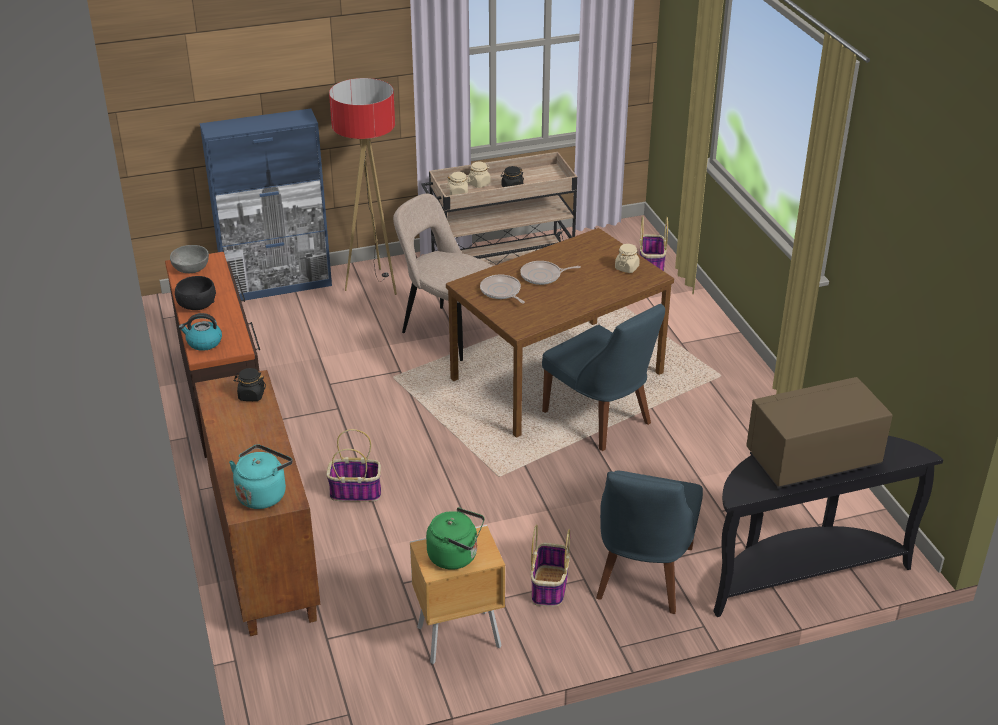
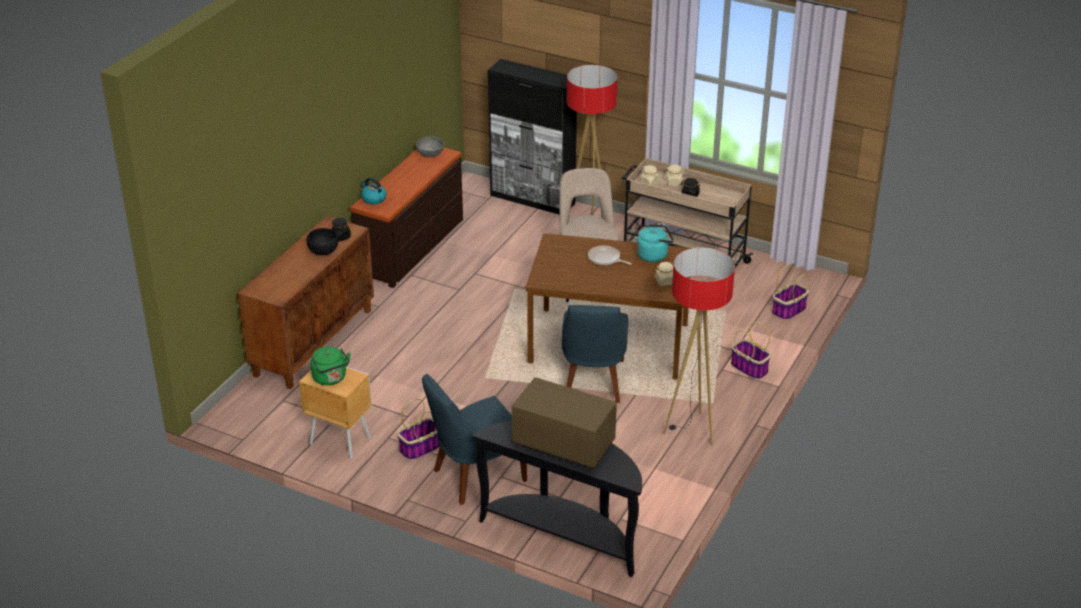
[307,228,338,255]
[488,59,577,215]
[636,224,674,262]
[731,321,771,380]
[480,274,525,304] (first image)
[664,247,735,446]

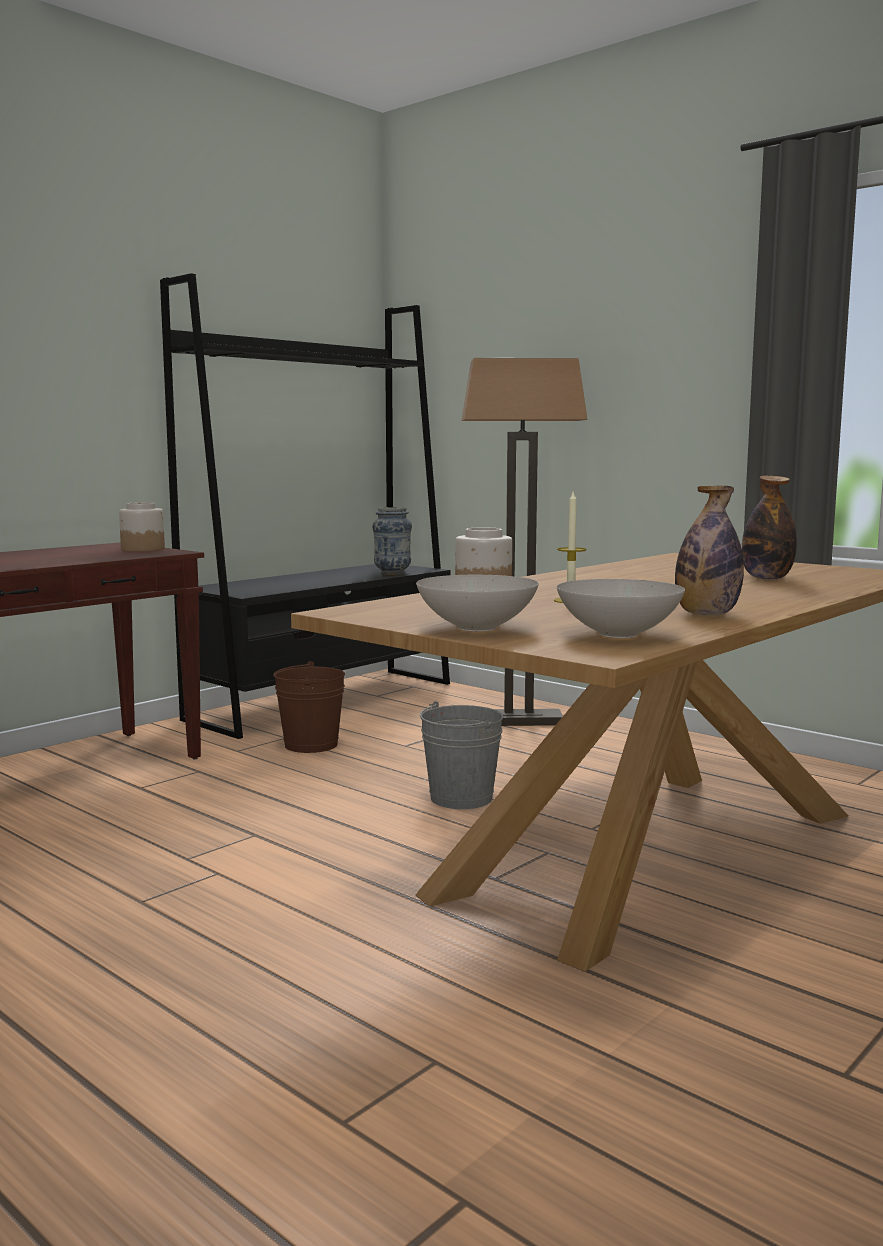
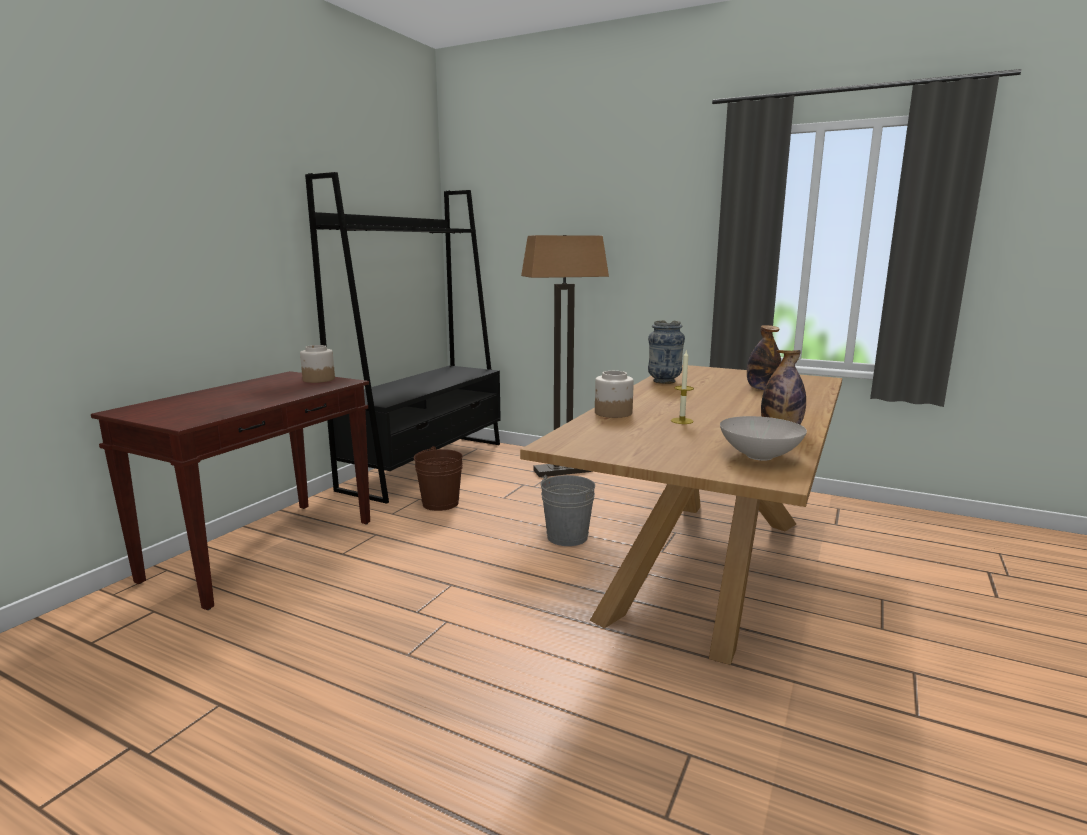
[648,320,685,384]
[416,575,539,631] (first image)

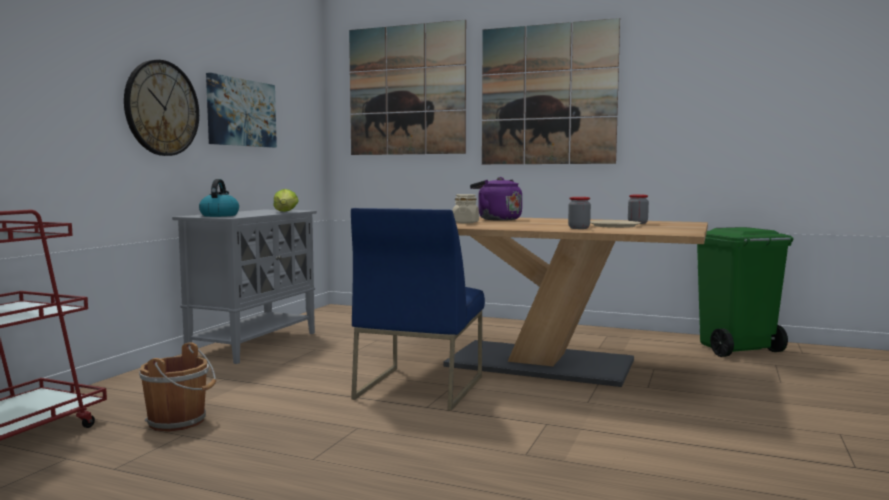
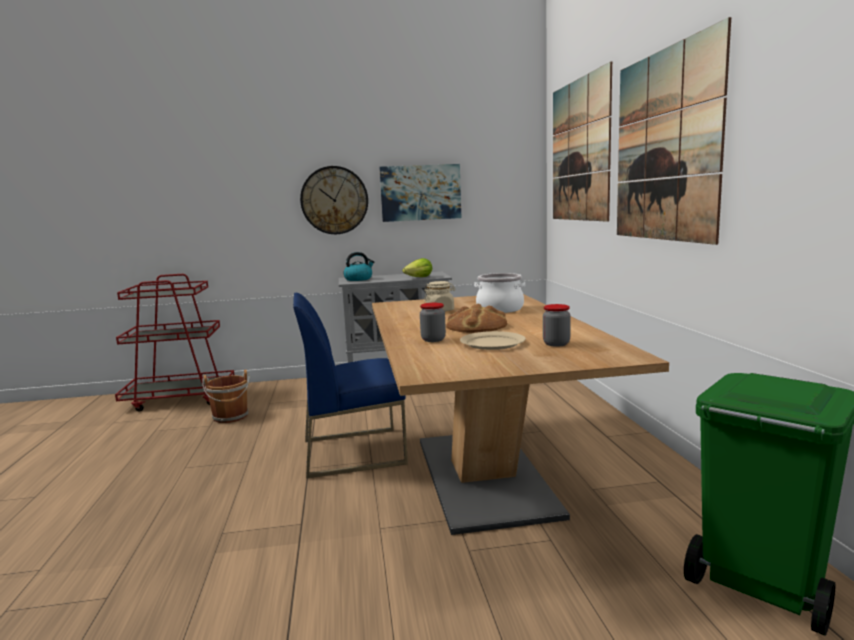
[474,273,526,313]
[446,304,507,333]

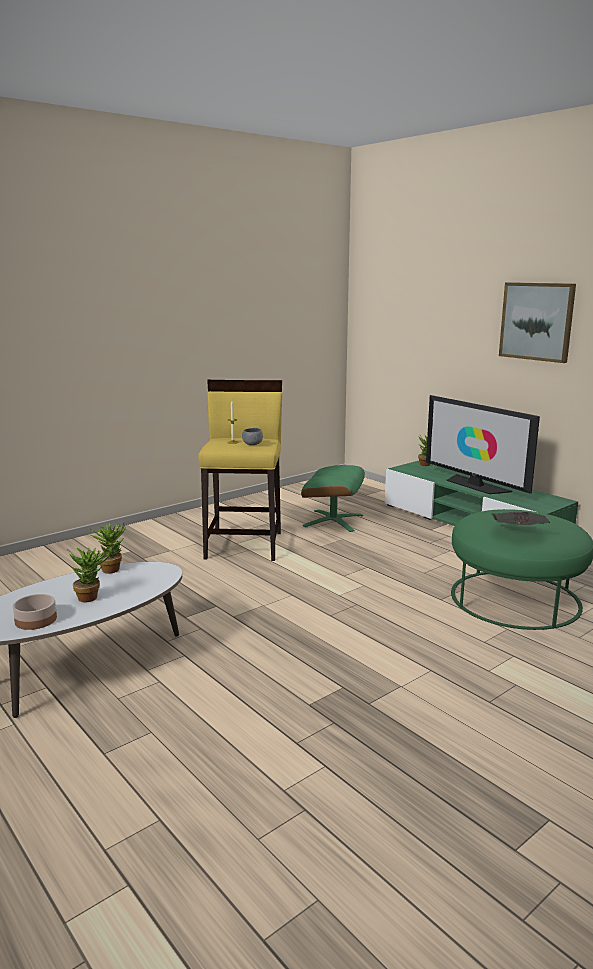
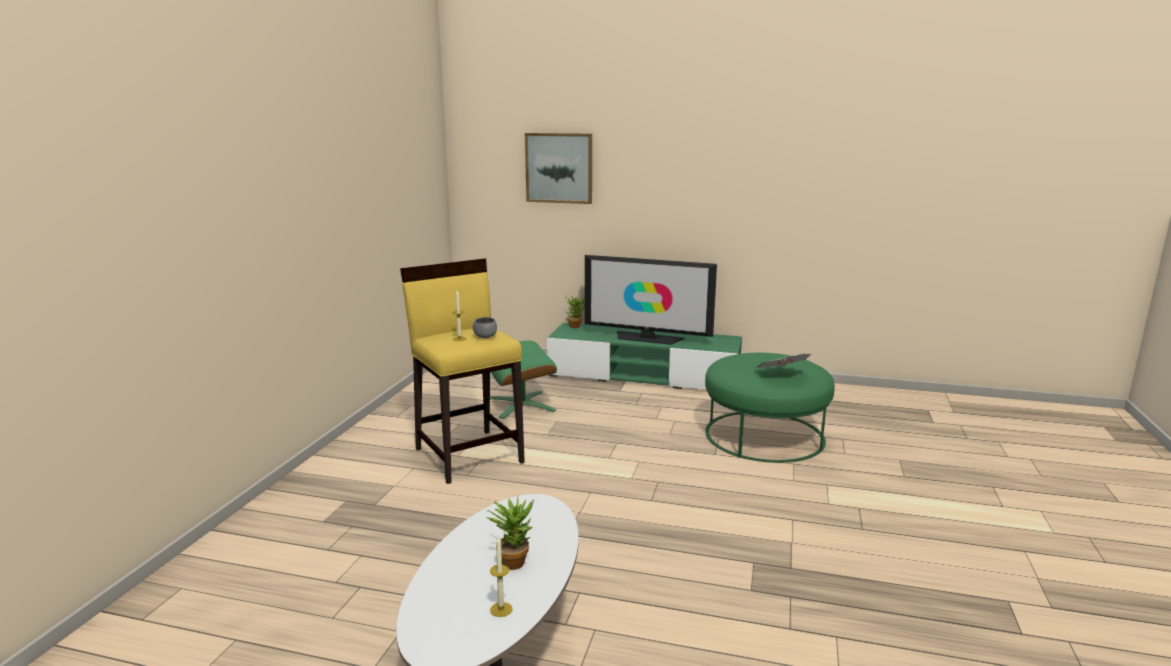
[490,537,512,617]
[88,523,126,574] (first image)
[525,133,592,204]

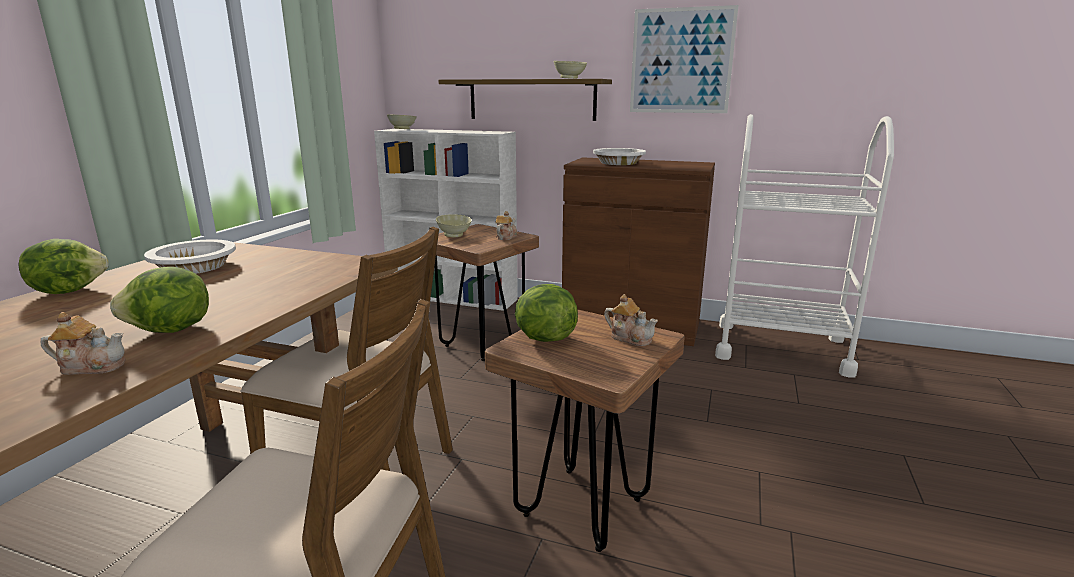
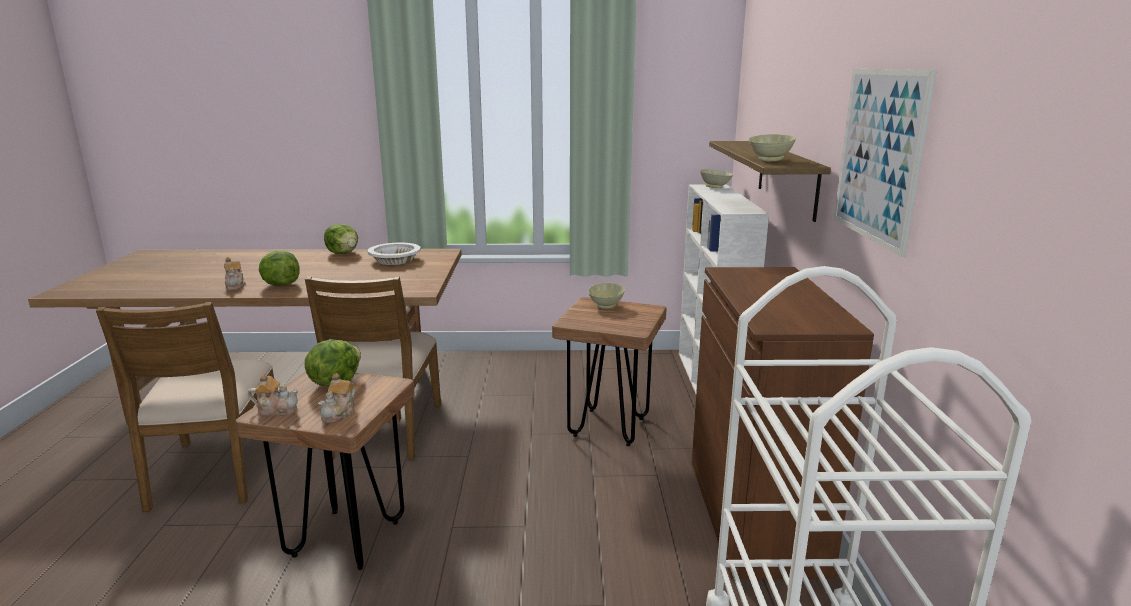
[248,374,298,416]
[593,148,646,165] (first image)

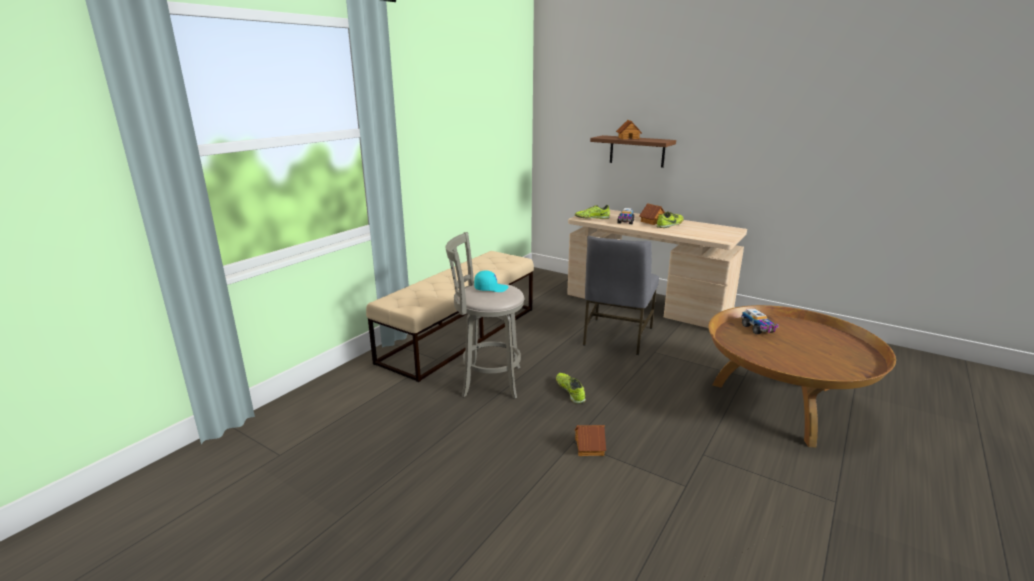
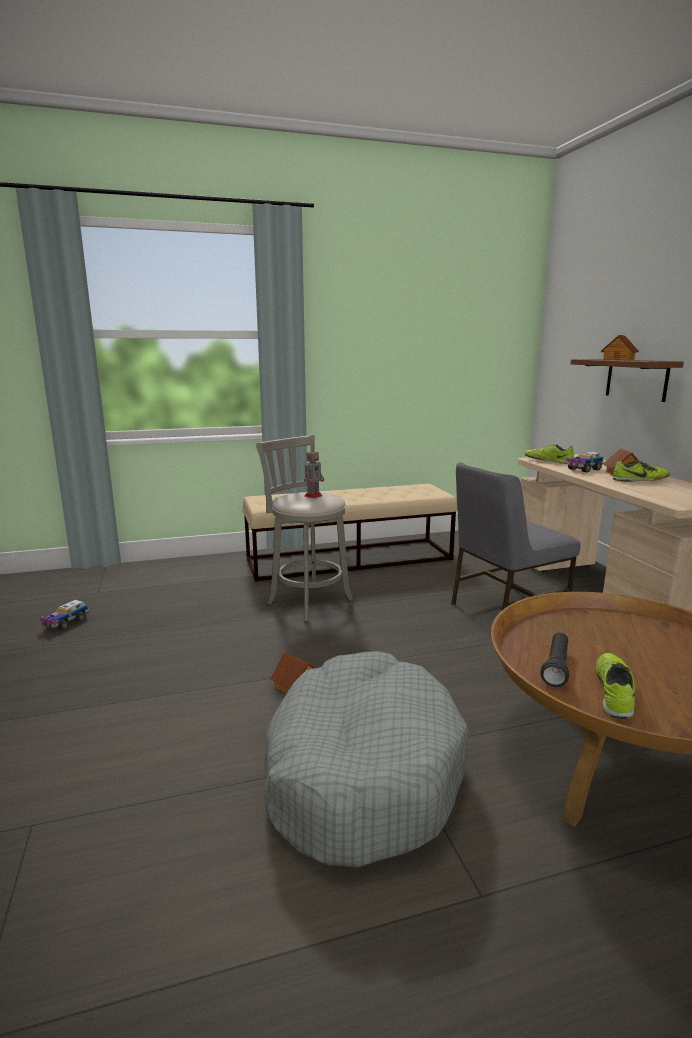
[304,447,324,498]
[596,653,635,719]
[40,600,89,631]
[264,651,469,868]
[540,632,569,687]

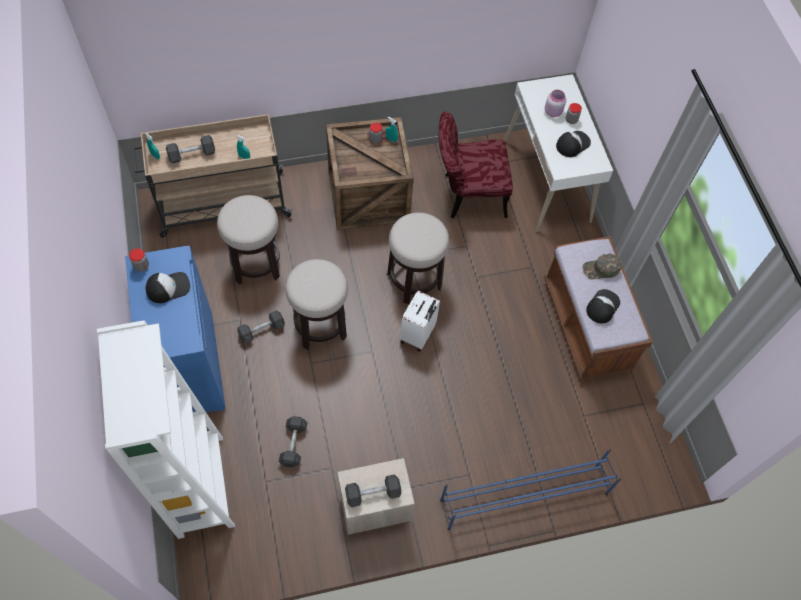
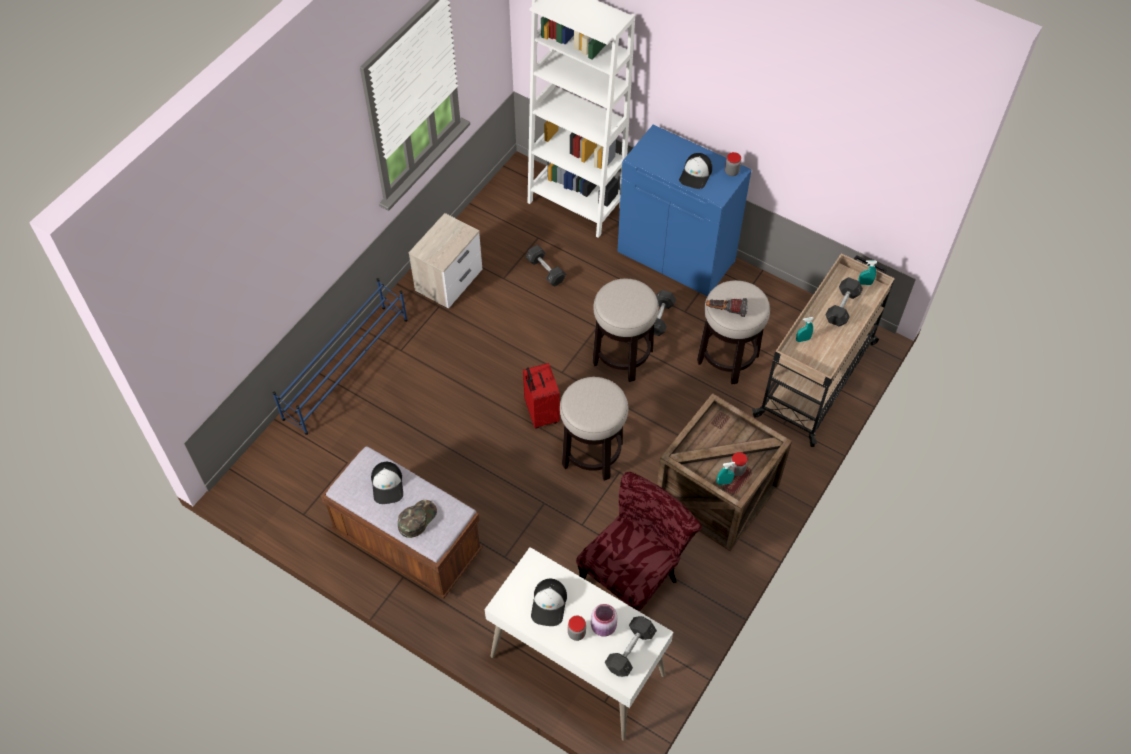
[605,616,657,677]
[523,363,560,429]
[706,298,748,317]

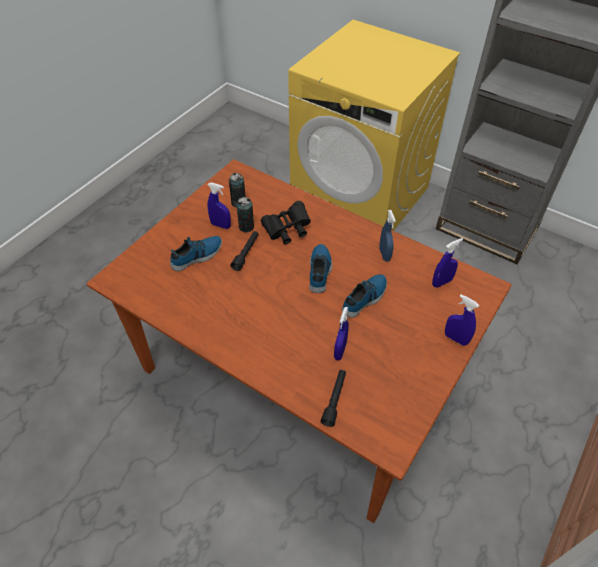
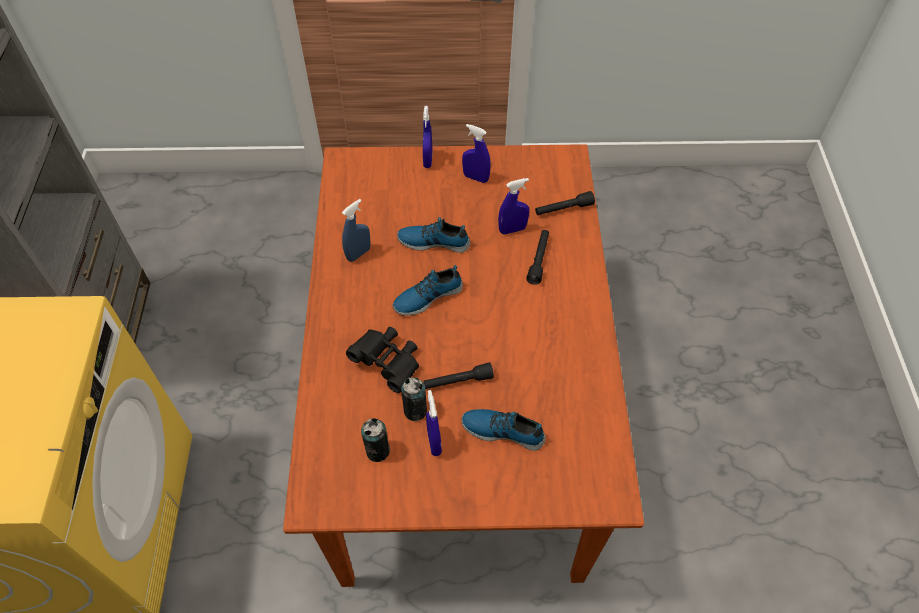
[462,124,491,183]
[526,230,549,285]

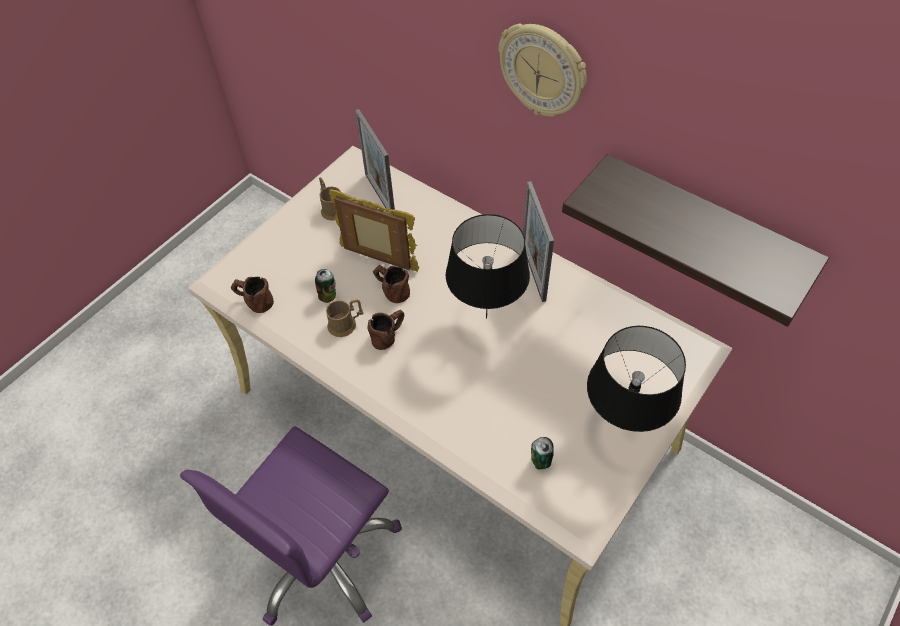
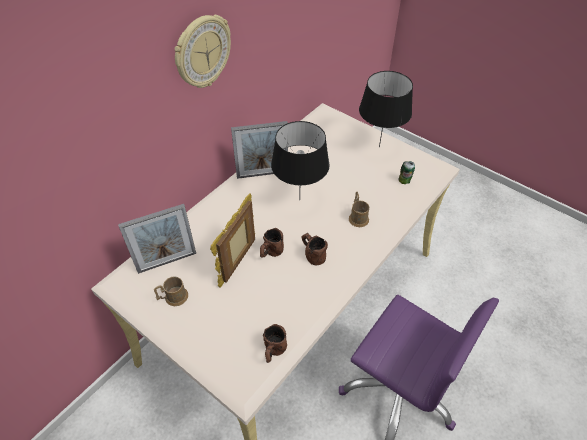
[315,269,336,303] (first image)
[349,192,369,227]
[562,154,829,327] (first image)

